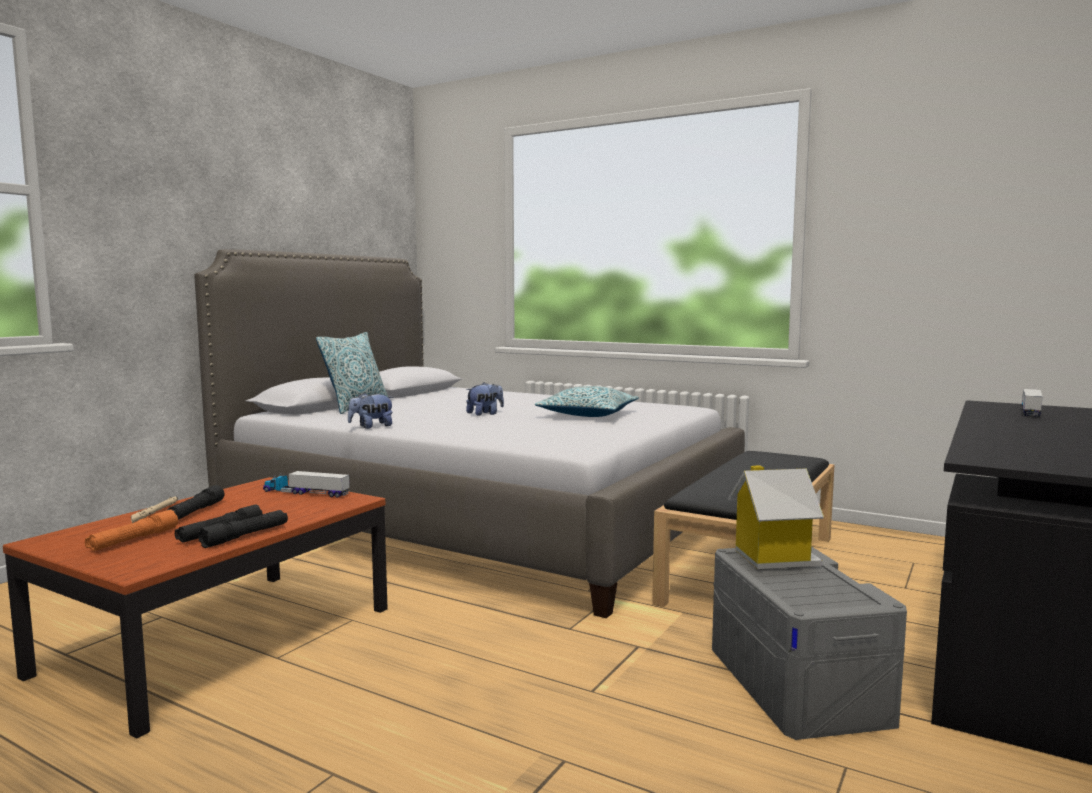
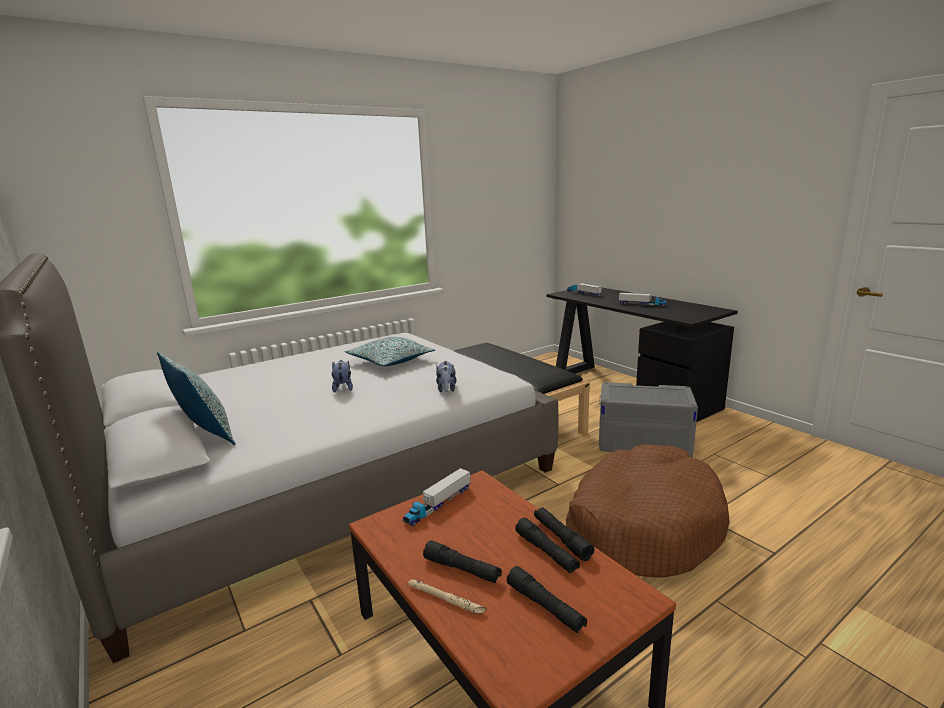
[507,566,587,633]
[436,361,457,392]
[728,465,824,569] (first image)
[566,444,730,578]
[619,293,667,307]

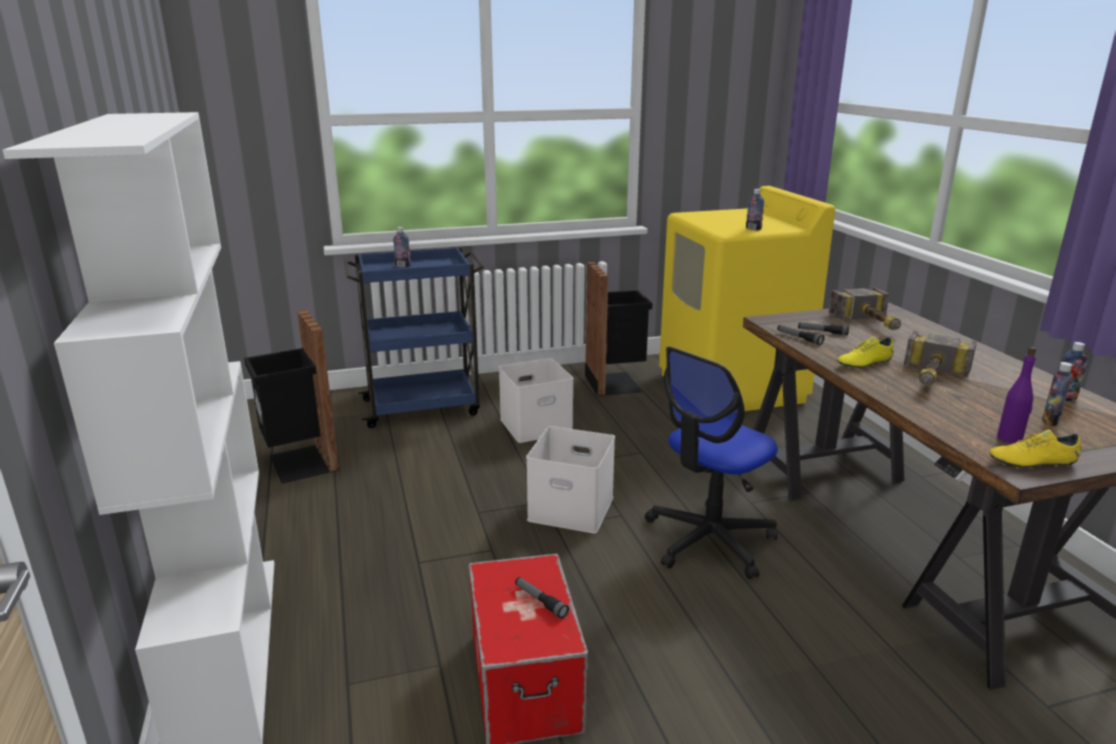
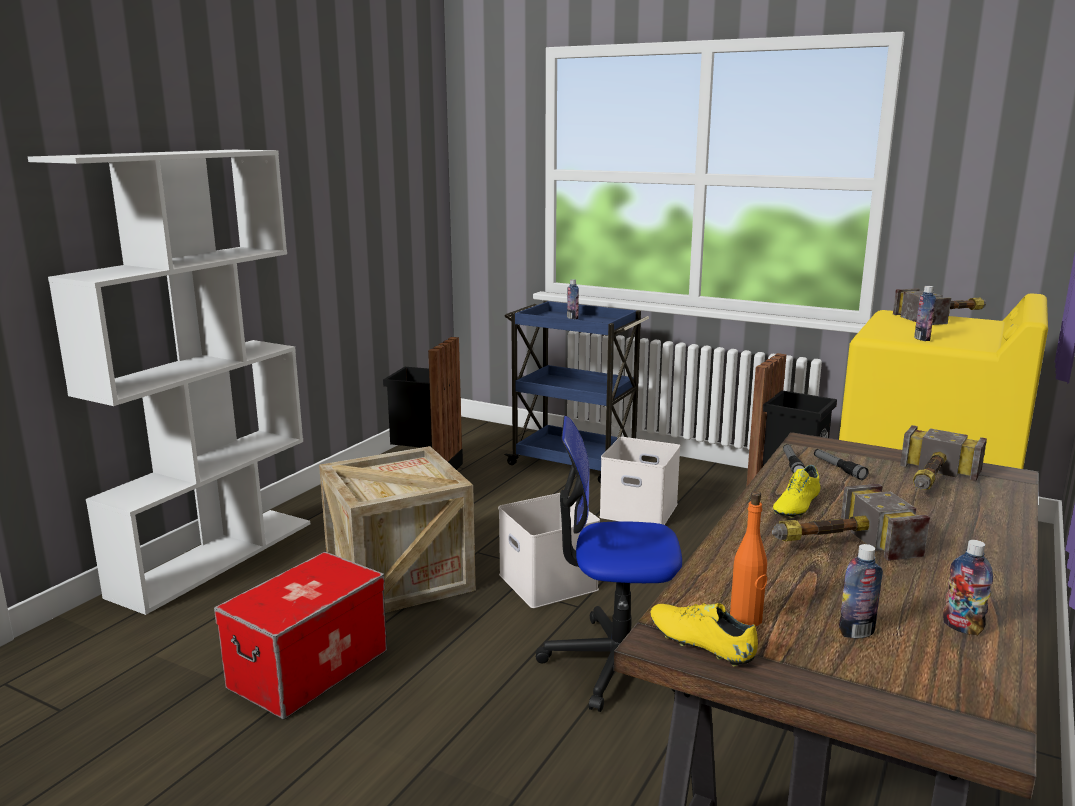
[515,577,569,619] (first image)
[773,465,821,518]
[730,491,767,626]
[319,446,476,613]
[893,288,986,325]

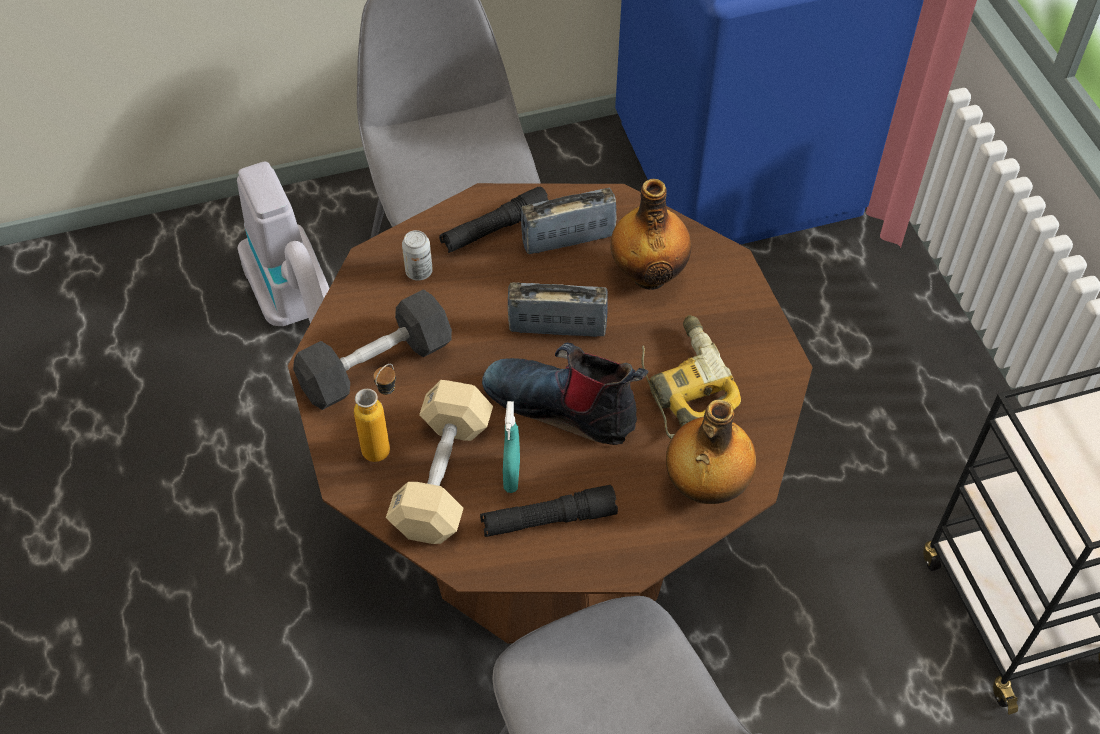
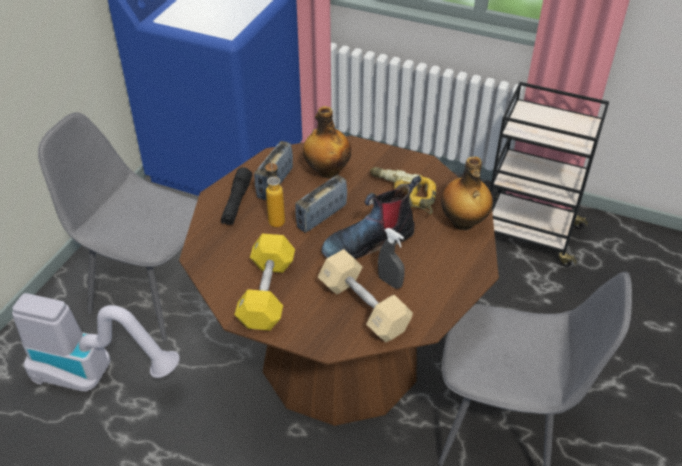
[234,234,295,331]
[265,159,285,227]
[402,230,433,281] (first image)
[480,485,618,537] (first image)
[378,228,405,289]

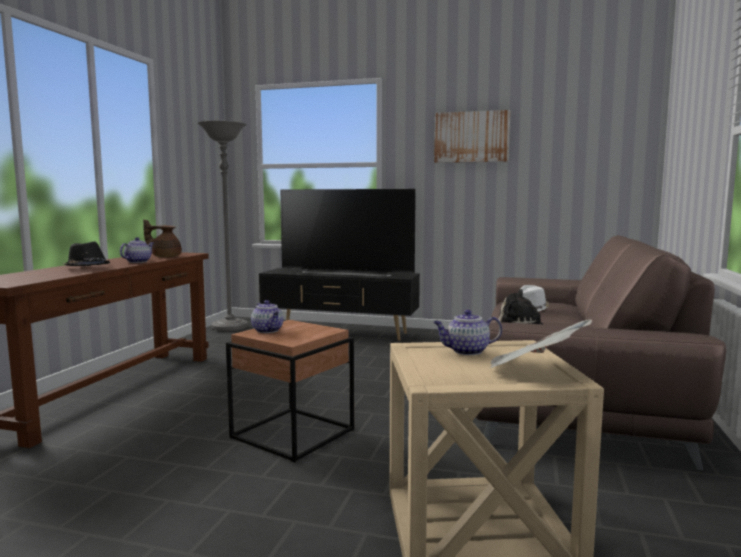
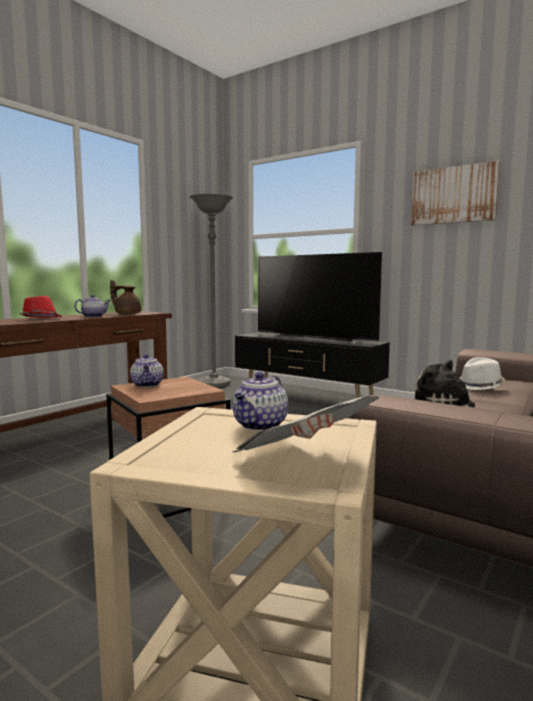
[20,296,62,318]
[232,372,288,431]

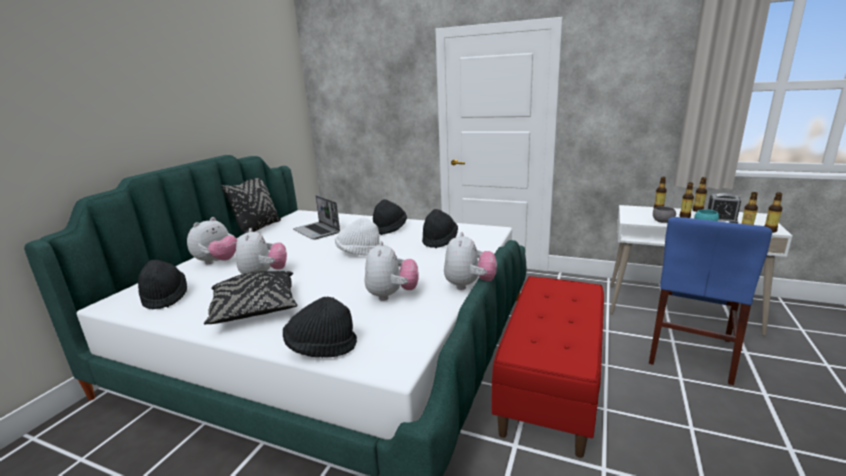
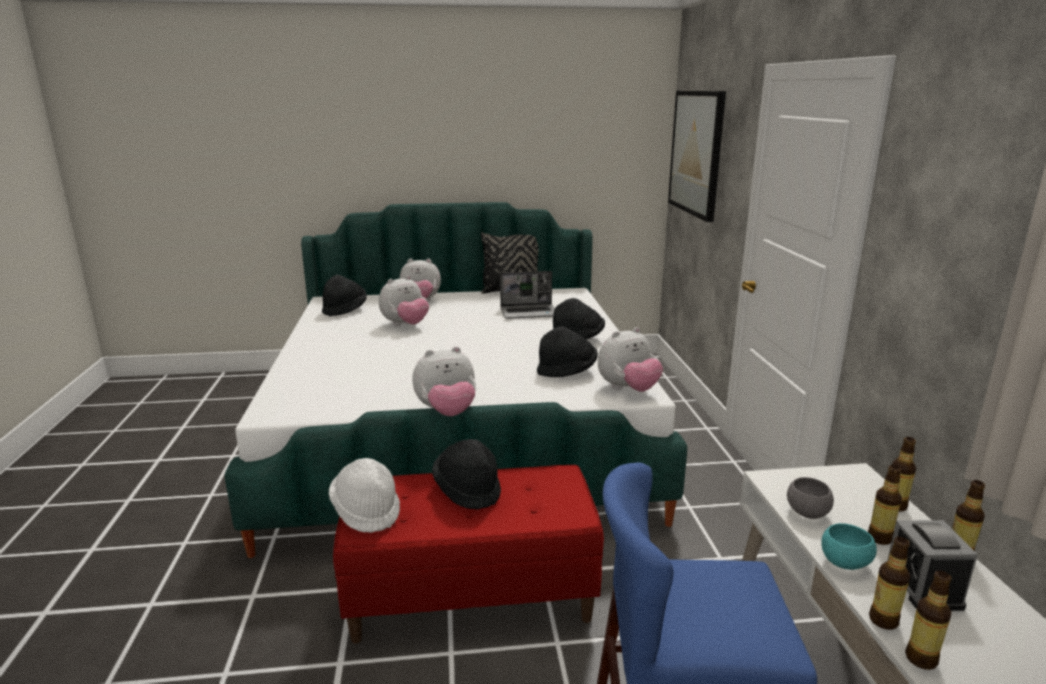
[204,271,297,324] (first image)
[432,439,501,509]
[500,271,555,319]
[329,458,400,533]
[598,327,663,392]
[668,91,726,222]

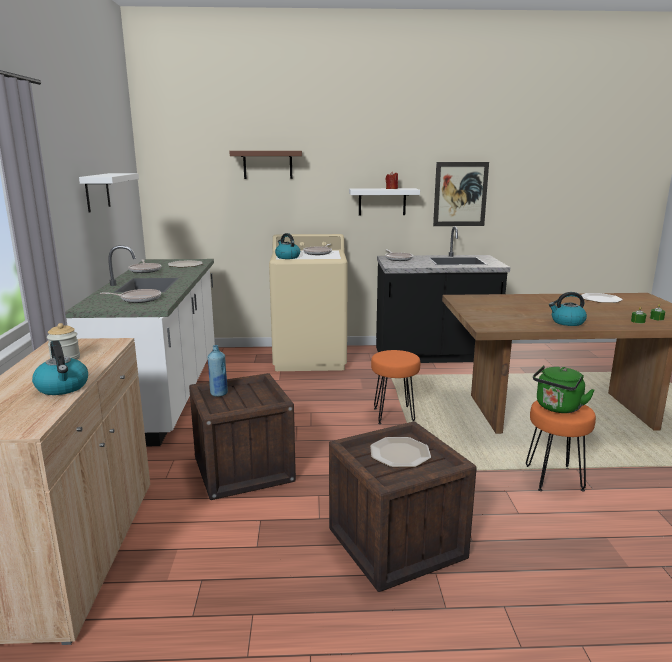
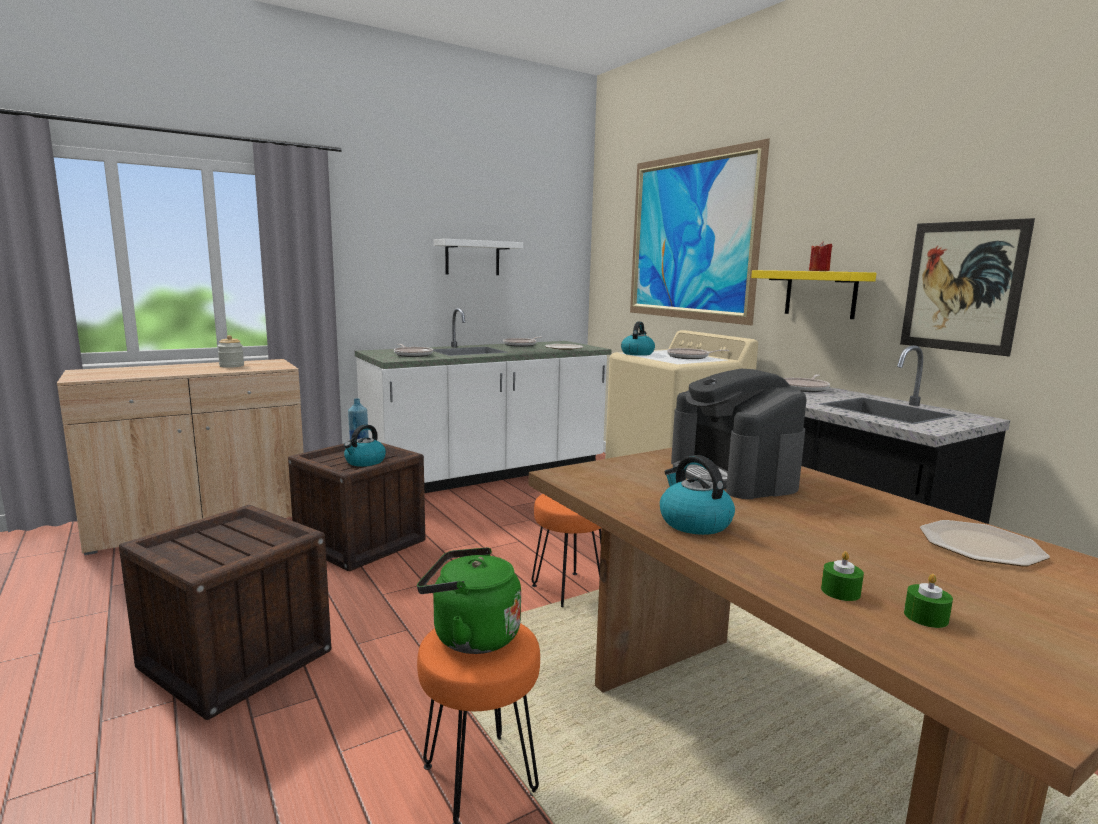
[344,424,386,467]
[630,138,770,325]
[751,270,876,319]
[370,437,431,467] (first image)
[671,369,807,499]

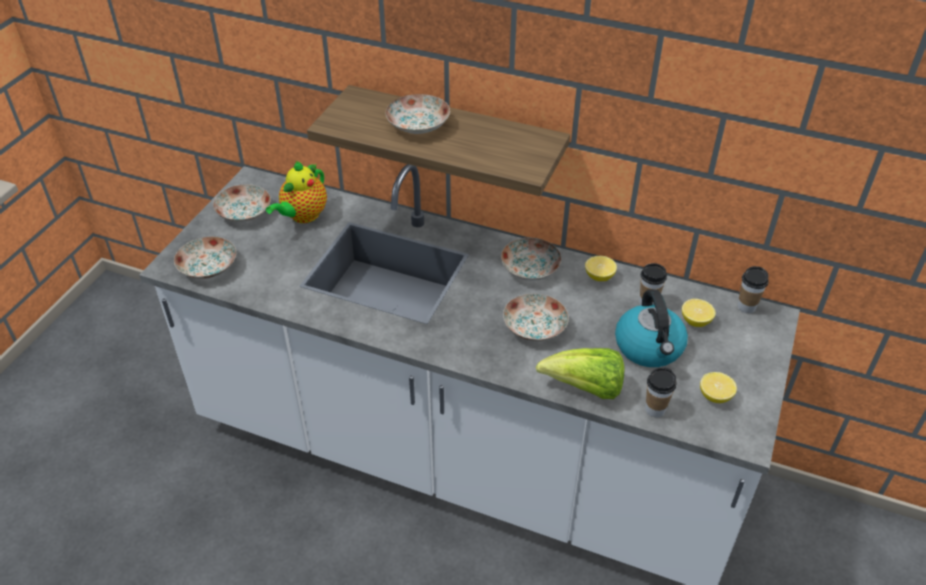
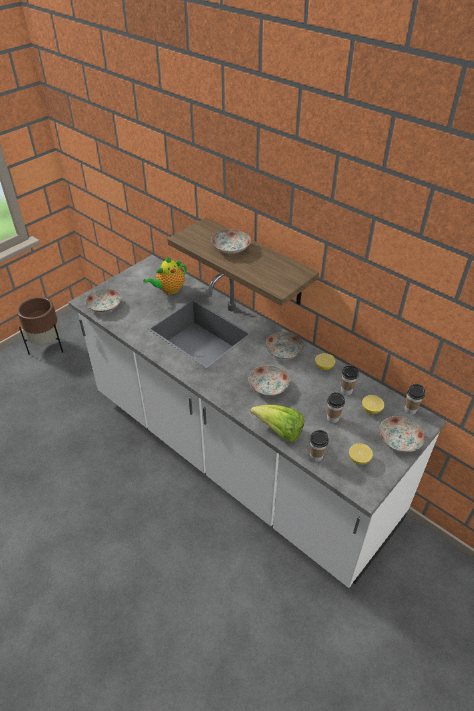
[379,416,425,452]
[327,392,345,423]
[17,297,63,354]

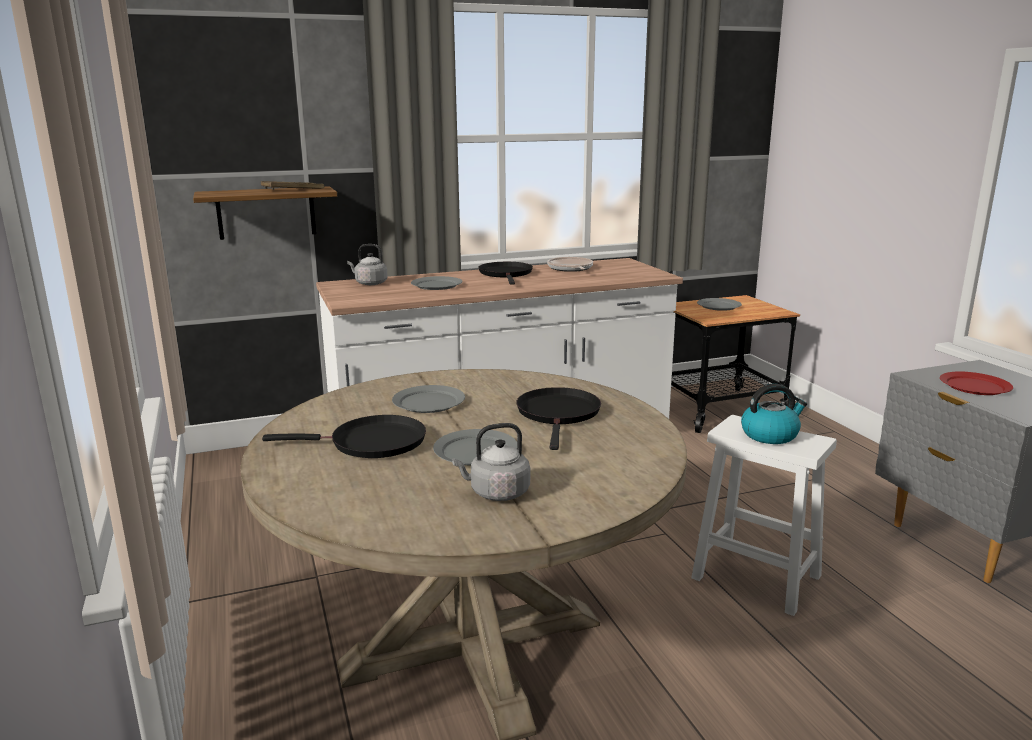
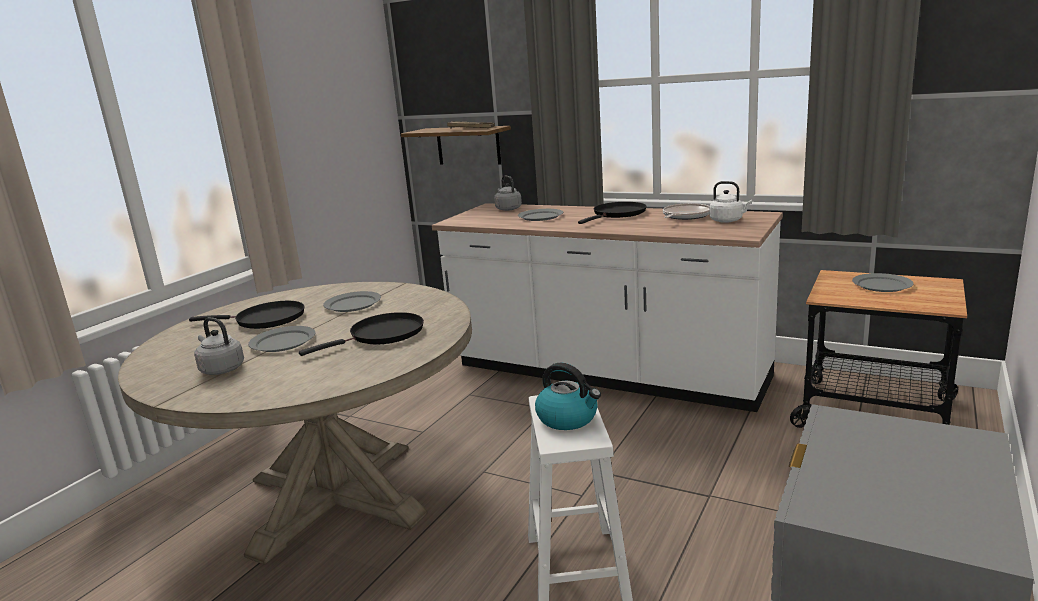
[189,301,304,329]
[940,372,1013,395] (first image)
[709,181,752,223]

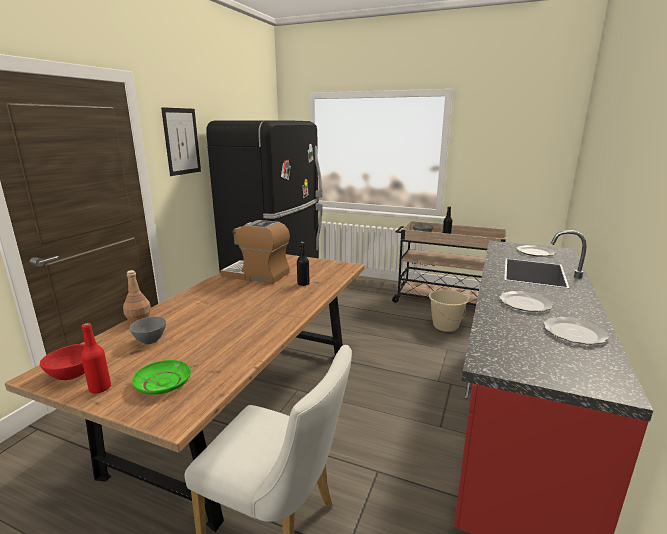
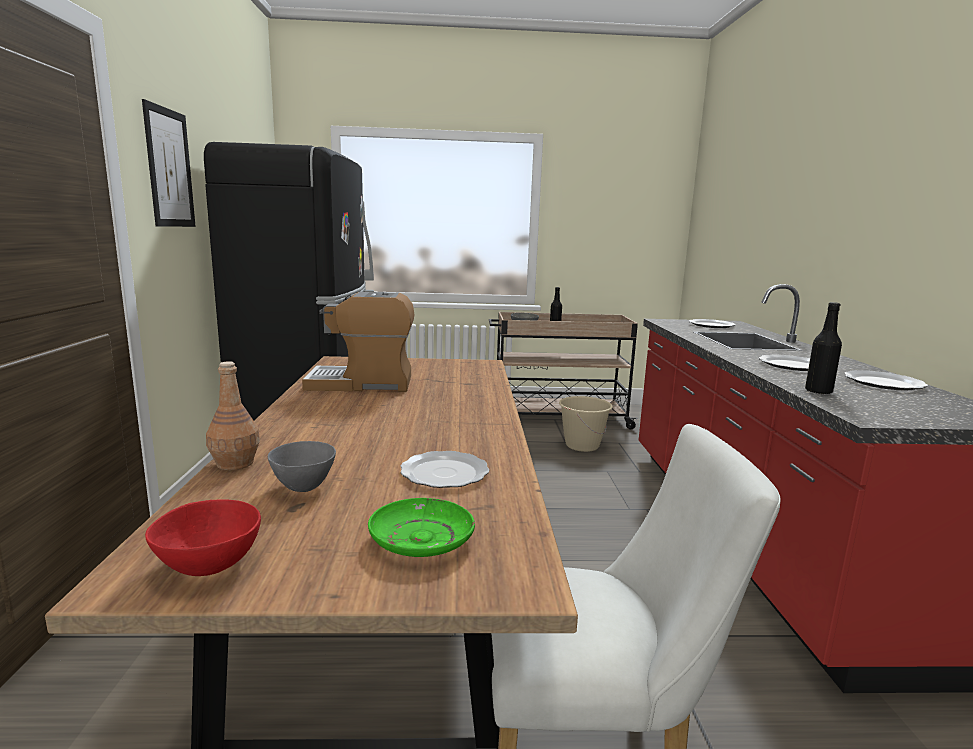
[81,323,111,393] (first image)
[805,302,842,395]
[401,451,489,488]

